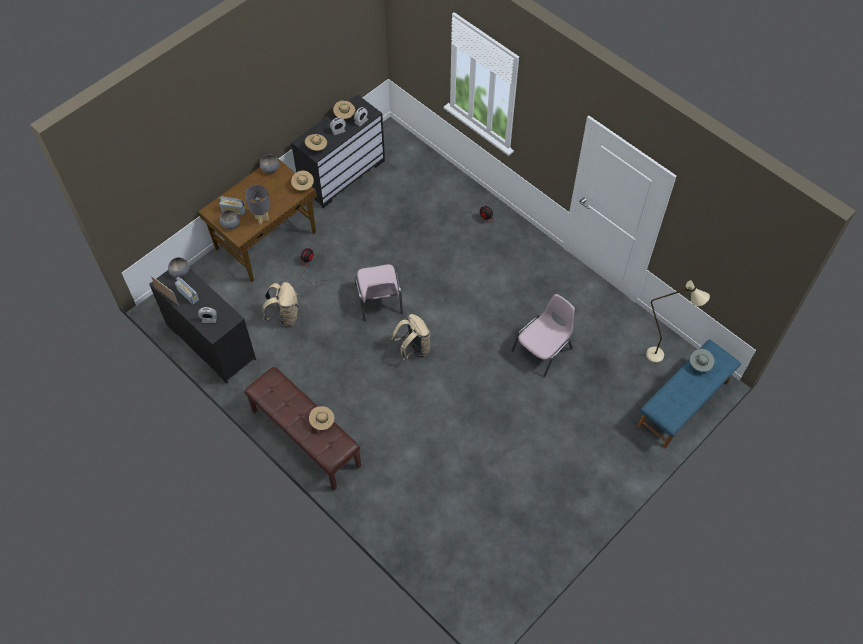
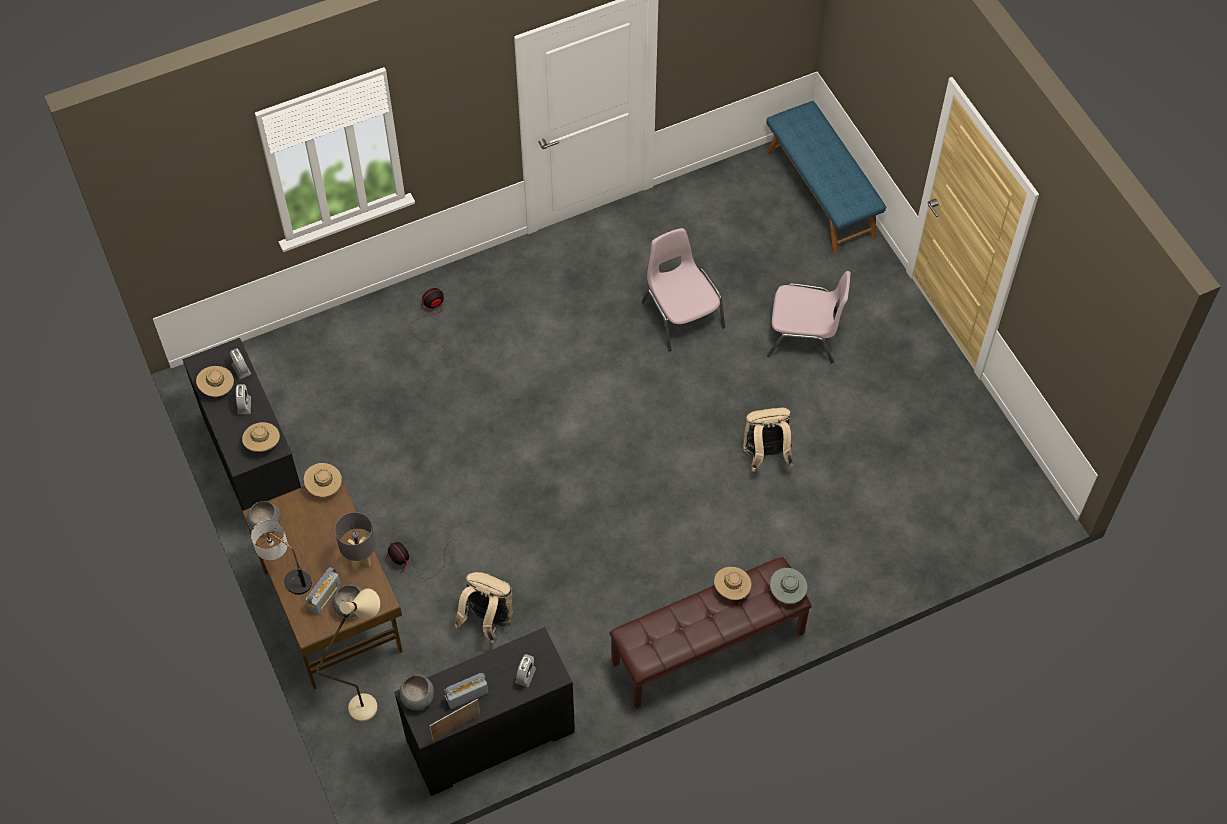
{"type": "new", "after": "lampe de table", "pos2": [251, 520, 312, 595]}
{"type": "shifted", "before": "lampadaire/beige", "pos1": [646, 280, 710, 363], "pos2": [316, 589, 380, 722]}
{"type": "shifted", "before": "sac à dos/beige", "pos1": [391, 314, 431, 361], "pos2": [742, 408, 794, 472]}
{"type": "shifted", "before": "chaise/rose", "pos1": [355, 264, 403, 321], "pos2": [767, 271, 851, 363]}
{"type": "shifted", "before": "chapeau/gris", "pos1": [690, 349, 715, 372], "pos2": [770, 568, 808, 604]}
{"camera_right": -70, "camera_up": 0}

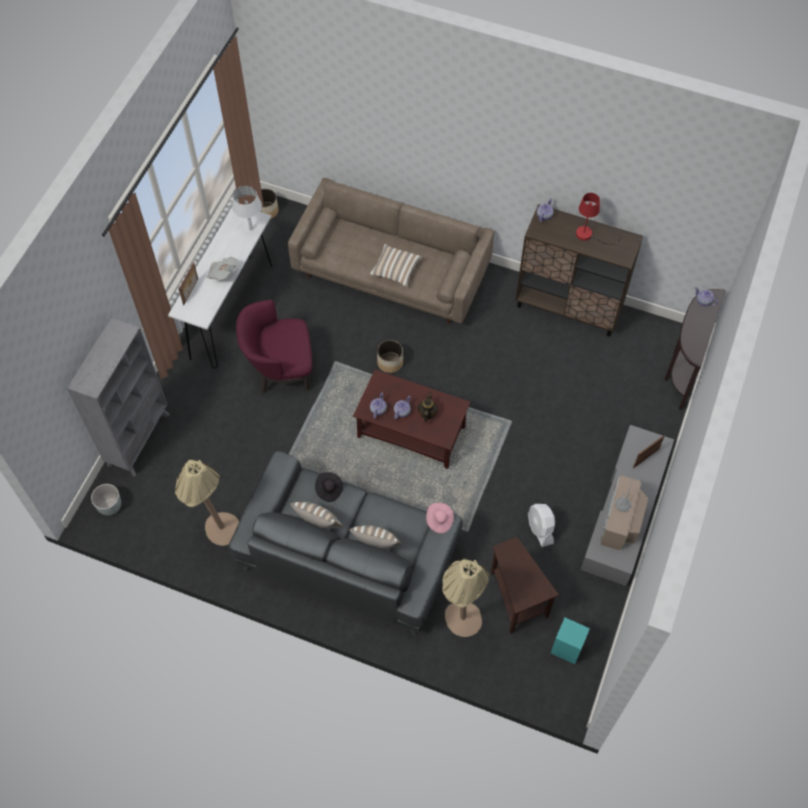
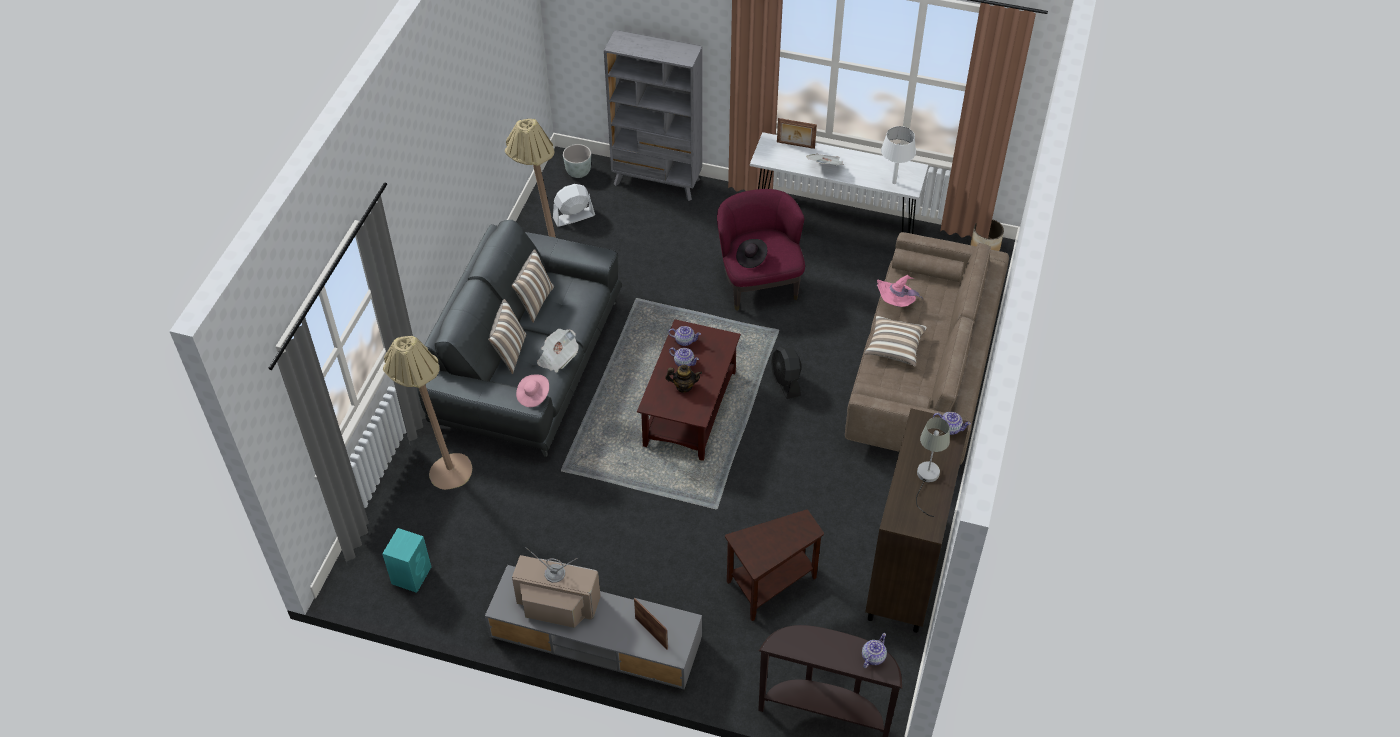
{"type": "new", "after": "journal", "pos2": [537, 329, 579, 372]}
{"type": "shifted", "before": "ventilateur/blanc", "pos1": [528, 504, 555, 547], "pos2": [553, 184, 595, 227]}
{"type": "shifted", "before": "table d'appoint/marron", "pos1": [491, 537, 559, 634], "pos2": [725, 509, 824, 621]}
{"type": "shifted", "before": "chapeau/noir", "pos1": [315, 472, 343, 502], "pos2": [736, 239, 767, 268]}
{"type": "swapped", "before": "cache-pot", "after": "ventilateur/noir", "pos1": [377, 340, 403, 373], "pos2": [771, 347, 801, 399]}
{"type": "new", "after": "chapeau/rose", "pos2": [877, 275, 923, 307]}
{"type": "repainted", "before": "lampe de table/rouge", "after": "lampe de table/gris", "pos1": [576, 193, 622, 245], "pos2": [916, 418, 950, 517]}
{"camera_right": 85, "camera_up": -10}

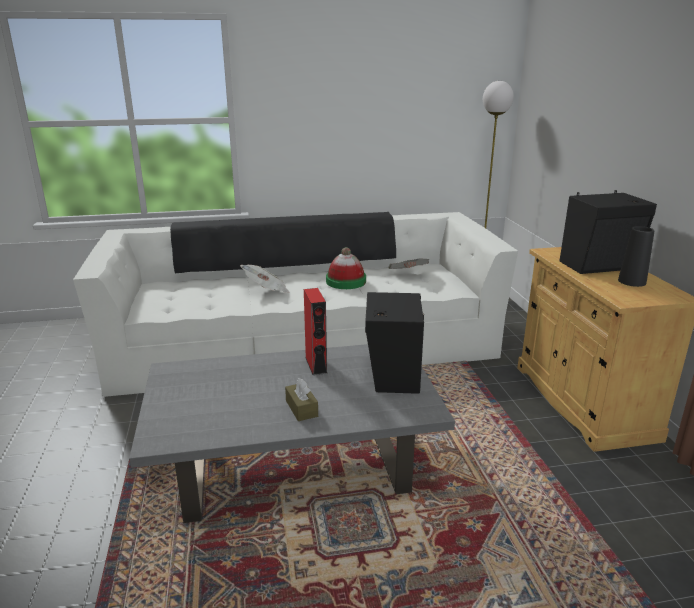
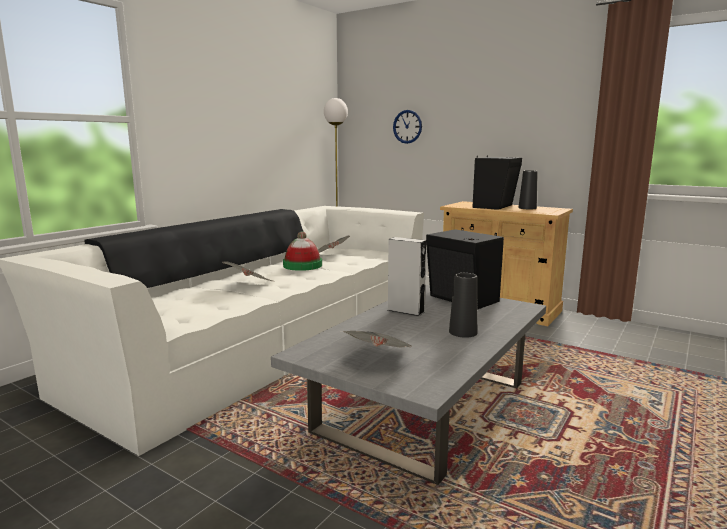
{"type": "new", "after": "journal", "pos2": [342, 331, 412, 347]}
{"type": "repainted", "before": "enceinte/rouge", "after": "enceinte/gris", "pos1": [304, 288, 327, 375], "pos2": [388, 237, 426, 316]}
{"type": "new", "after": "horloge murale", "pos2": [393, 110, 422, 144]}
{"type": "swapped", "before": "boîte à mouchoirs/marron", "after": "vase/noir", "pos1": [285, 378, 318, 421], "pos2": [449, 273, 477, 338]}
{"camera_right": -45, "camera_up": -10}

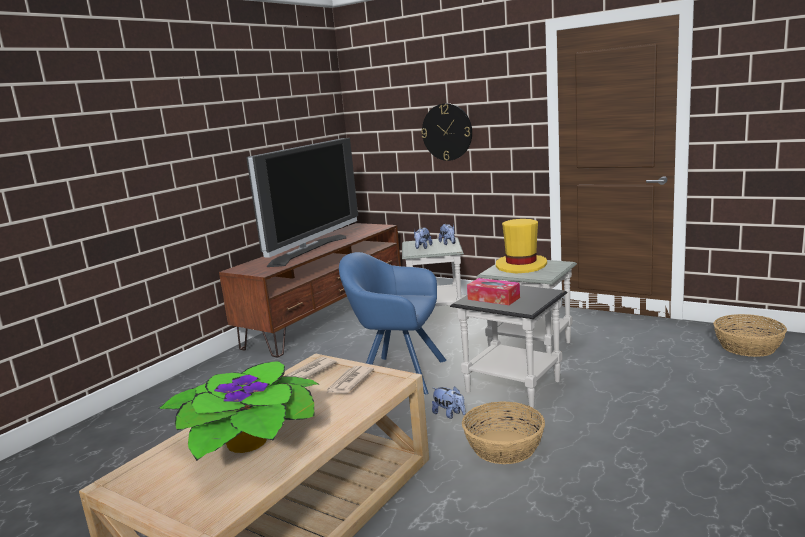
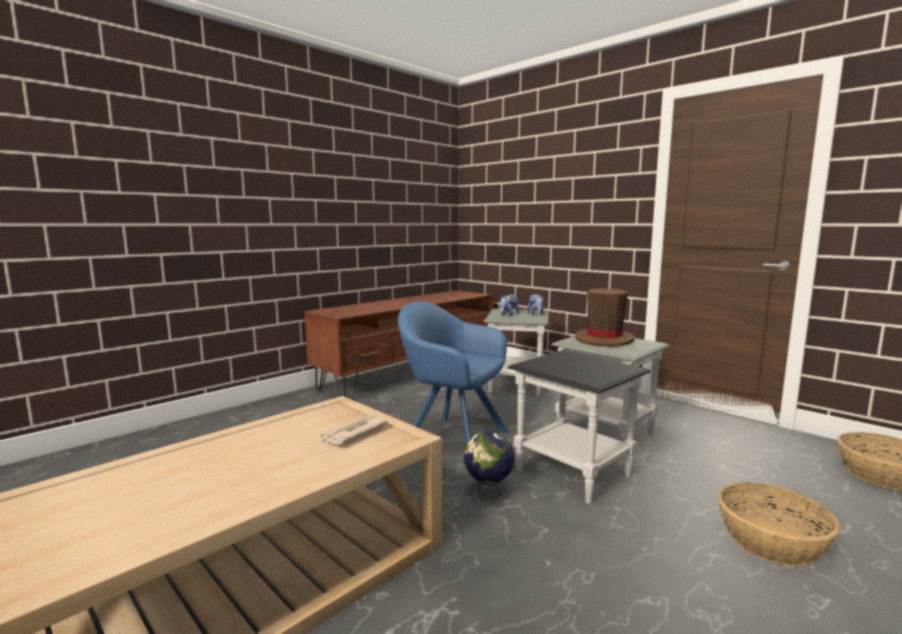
{"type": "swapped", "before": "peluche", "after": "globe", "pos1": [432, 387, 466, 419], "pos2": [464, 431, 515, 499]}
{"type": "repainted", "before": "chapeau/jaune", "after": "chapeau/marron", "pos1": [496, 219, 547, 273], "pos2": [575, 289, 634, 347]}
{"type": "shifted", "before": "panier", "pos1": [462, 401, 545, 464], "pos2": [718, 482, 840, 566]}
{"type": "gone", "before": "plante en pot", "pos1": [159, 361, 320, 461]}
{"type": "gone", "before": "téléviseur", "pos1": [246, 138, 358, 267]}
{"type": "gone", "before": "journal", "pos1": [285, 357, 337, 379]}
{"type": "gone", "before": "horloge murale", "pos1": [421, 103, 472, 161]}
{"type": "gone", "before": "boîte à mouchoirs", "pos1": [467, 278, 520, 305]}
{"camera_right": 10, "camera_up": -5}

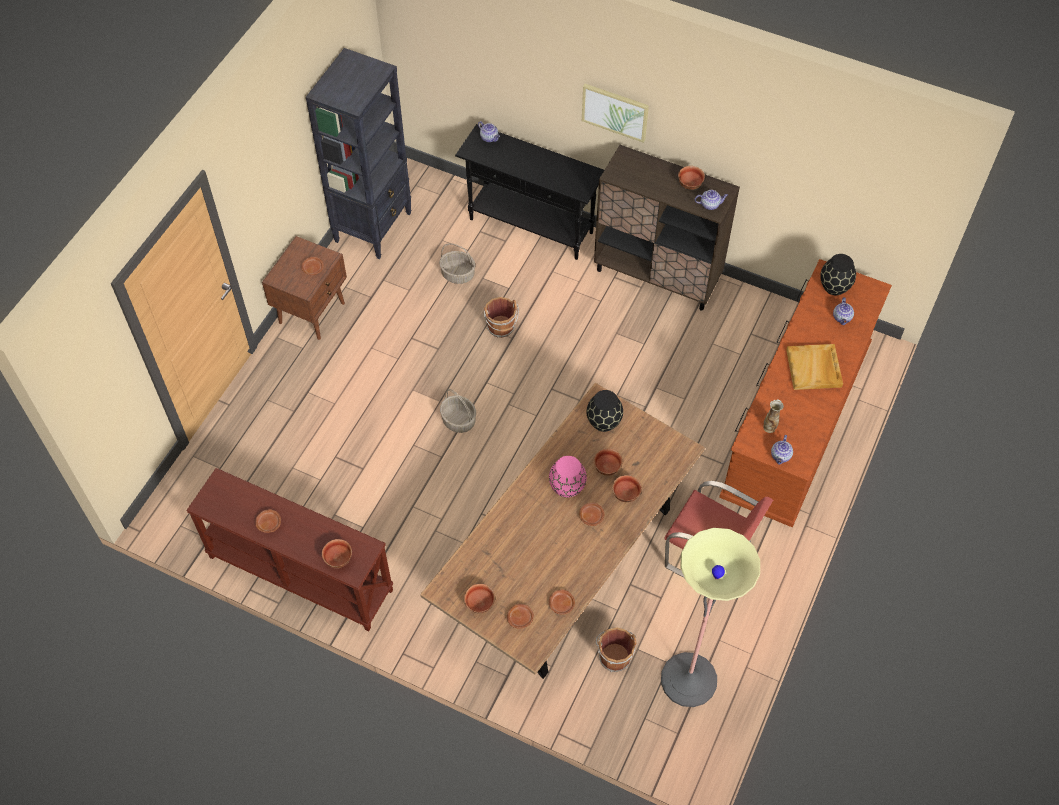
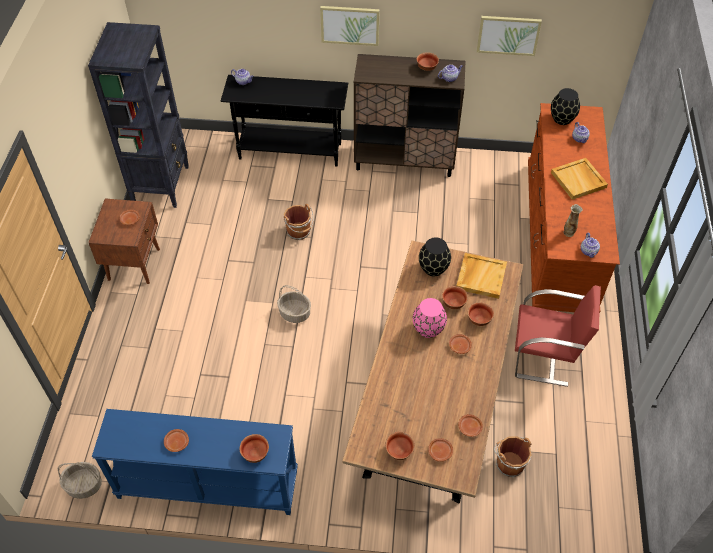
{"type": "shifted", "before": "panier", "pos1": [439, 243, 475, 284], "pos2": [58, 462, 102, 499]}
{"type": "repainted", "before": "table console/marron", "after": "table console/bleu", "pos1": [186, 468, 394, 631], "pos2": [92, 409, 298, 515]}
{"type": "new", "after": "plateau/beige", "pos2": [456, 253, 507, 299]}
{"type": "new", "after": "tableau", "pos2": [477, 16, 542, 56]}
{"type": "gone", "before": "lampadaire", "pos1": [661, 528, 760, 707]}
{"camera_right": -20, "camera_up": -5}

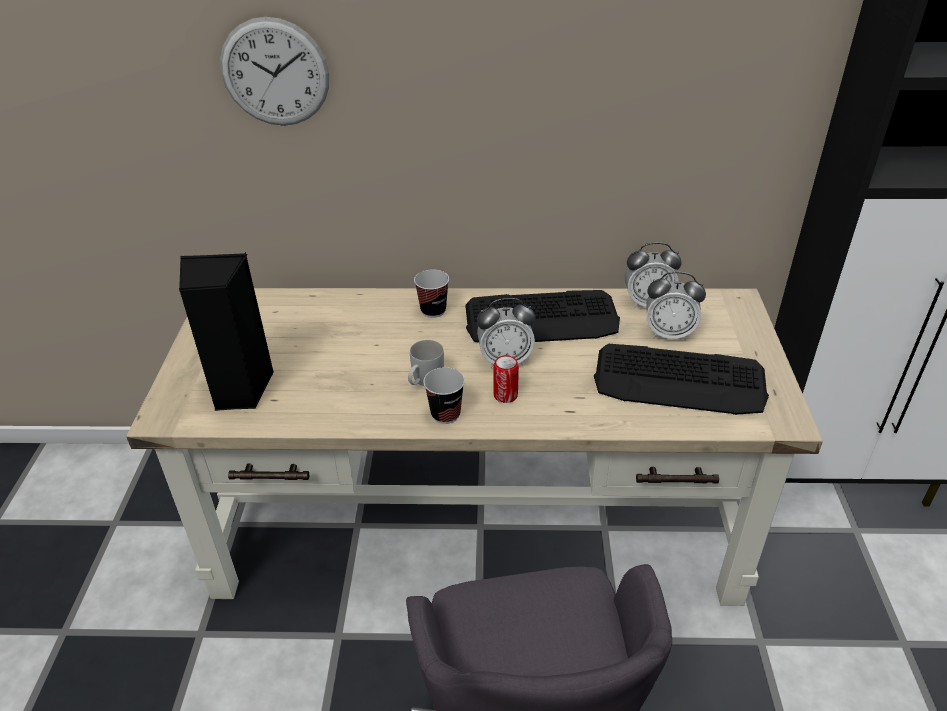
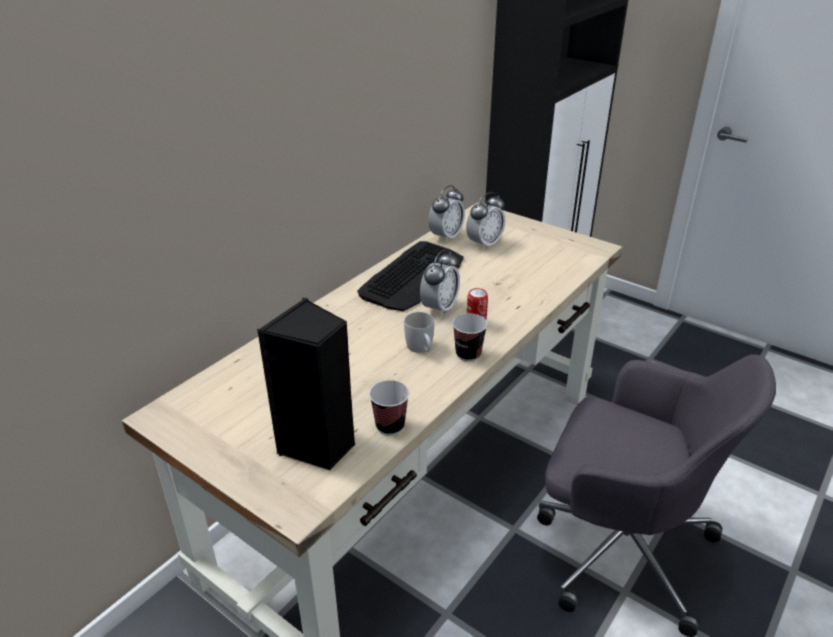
{"type": "shifted", "before": "tasse", "pos1": [414, 269, 449, 318], "pos2": [369, 380, 409, 435]}
{"type": "gone", "before": "horloge murale", "pos1": [220, 17, 329, 126]}
{"type": "gone", "before": "clavier", "pos1": [594, 344, 769, 415]}
{"camera_right": -55, "camera_up": -5}

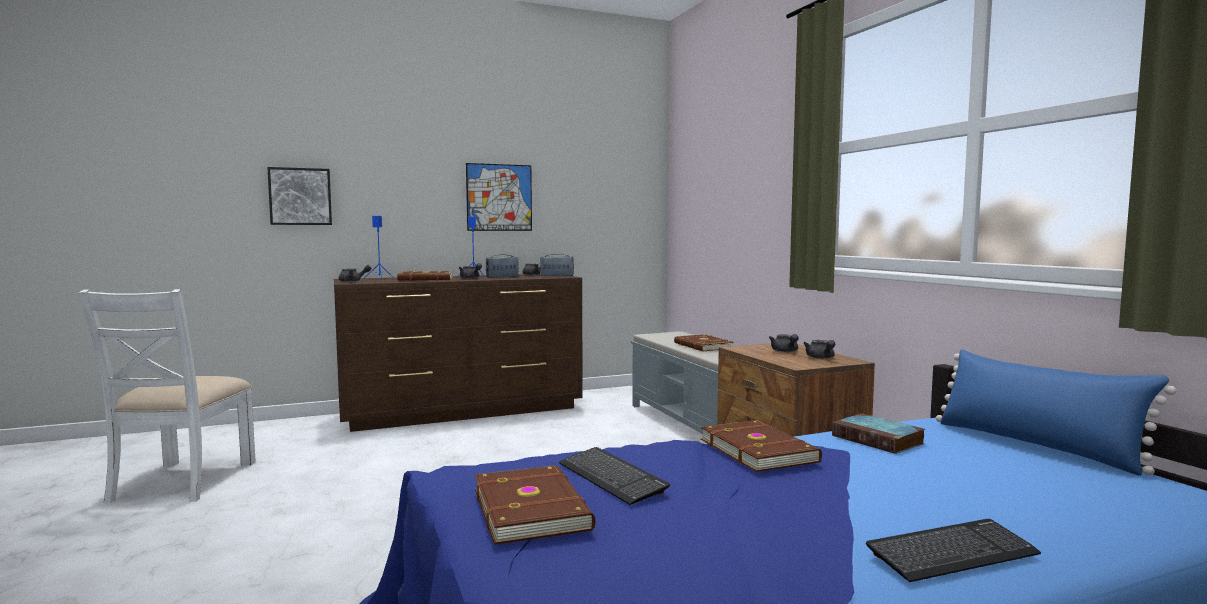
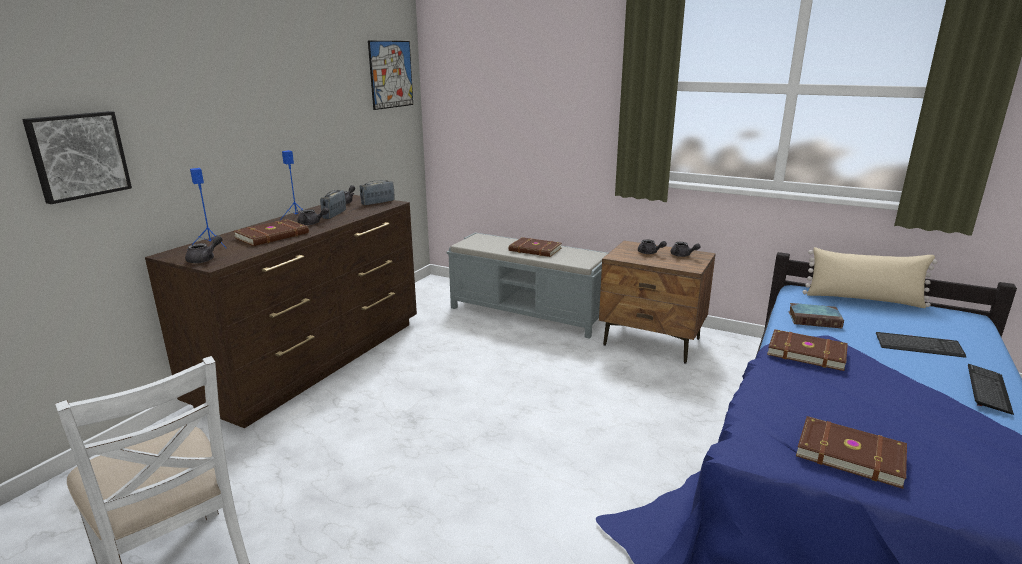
{"type": "shifted", "before": "tableau", "pos1": [466, 163, 532, 231], "pos2": [368, 41, 413, 110]}
{"type": "repainted", "before": "coussin/bleu", "after": "coussin/beige", "pos1": [936, 349, 1177, 476], "pos2": [803, 247, 937, 308]}
{"type": "shifted", "before": "clavier", "pos1": [559, 447, 670, 505], "pos2": [876, 332, 966, 358]}
{"camera_right": -40, "camera_up": 15}

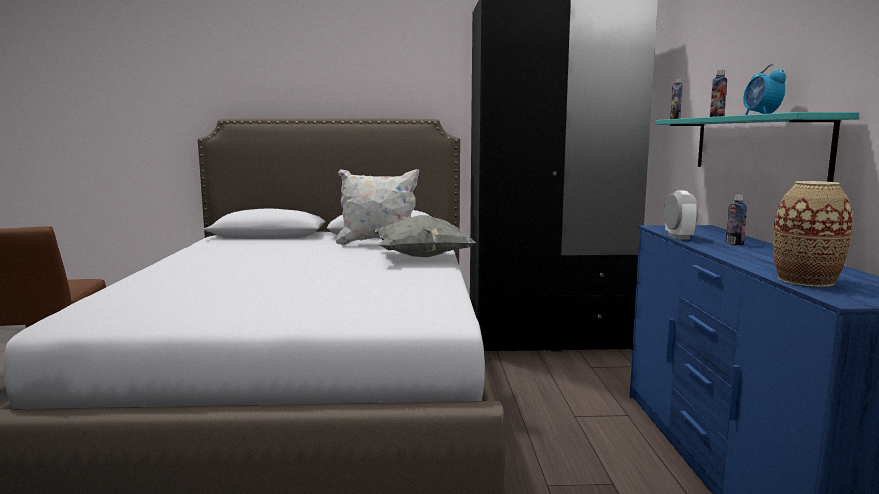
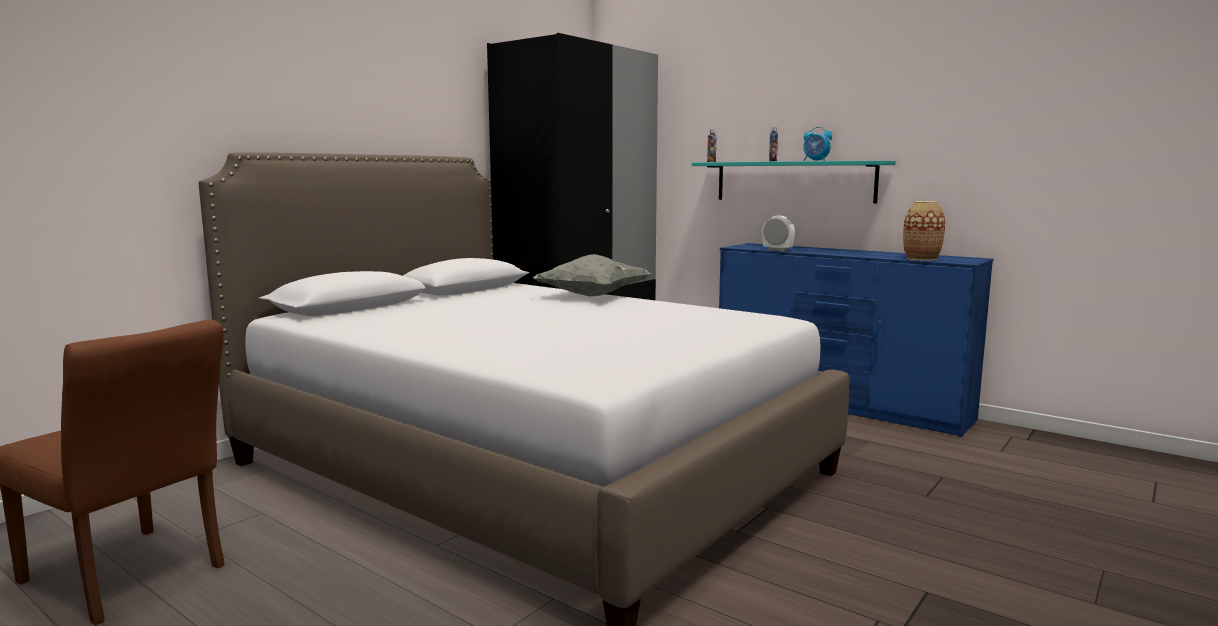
{"type": "gone", "before": "coussin/blanc", "pos1": [336, 169, 419, 245]}
{"type": "gone", "before": "bouteille", "pos1": [726, 195, 747, 245]}
{"camera_right": -50, "camera_up": 0}

